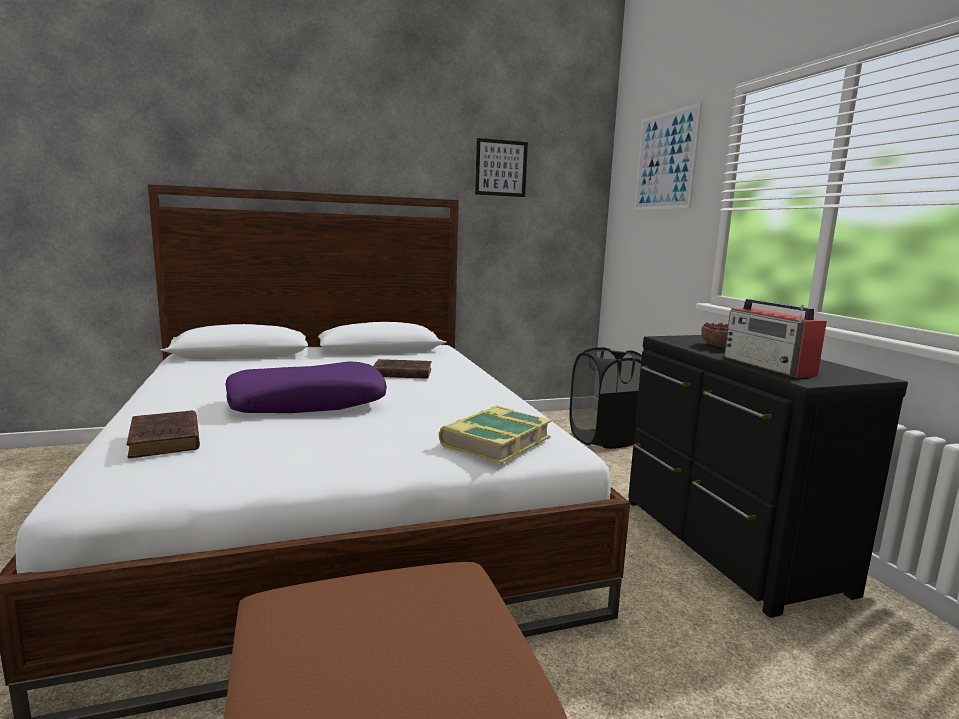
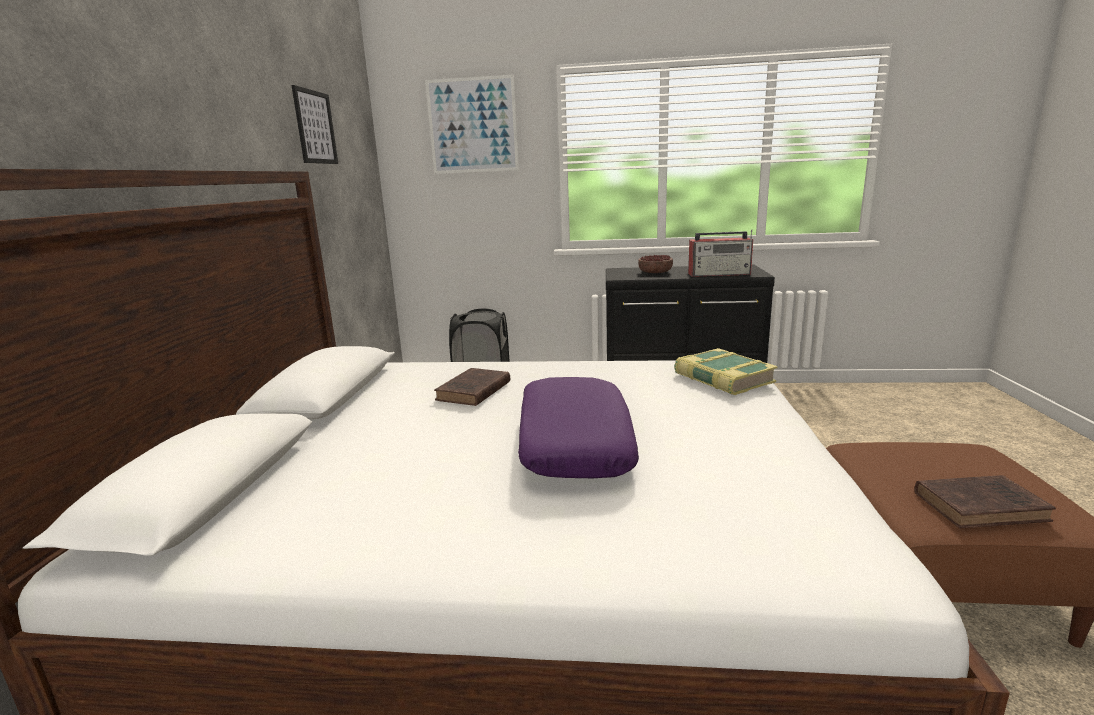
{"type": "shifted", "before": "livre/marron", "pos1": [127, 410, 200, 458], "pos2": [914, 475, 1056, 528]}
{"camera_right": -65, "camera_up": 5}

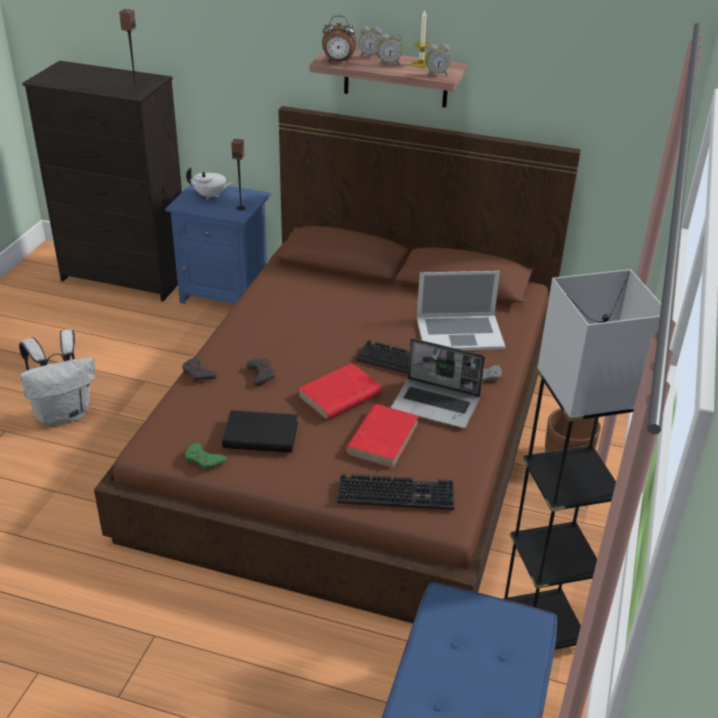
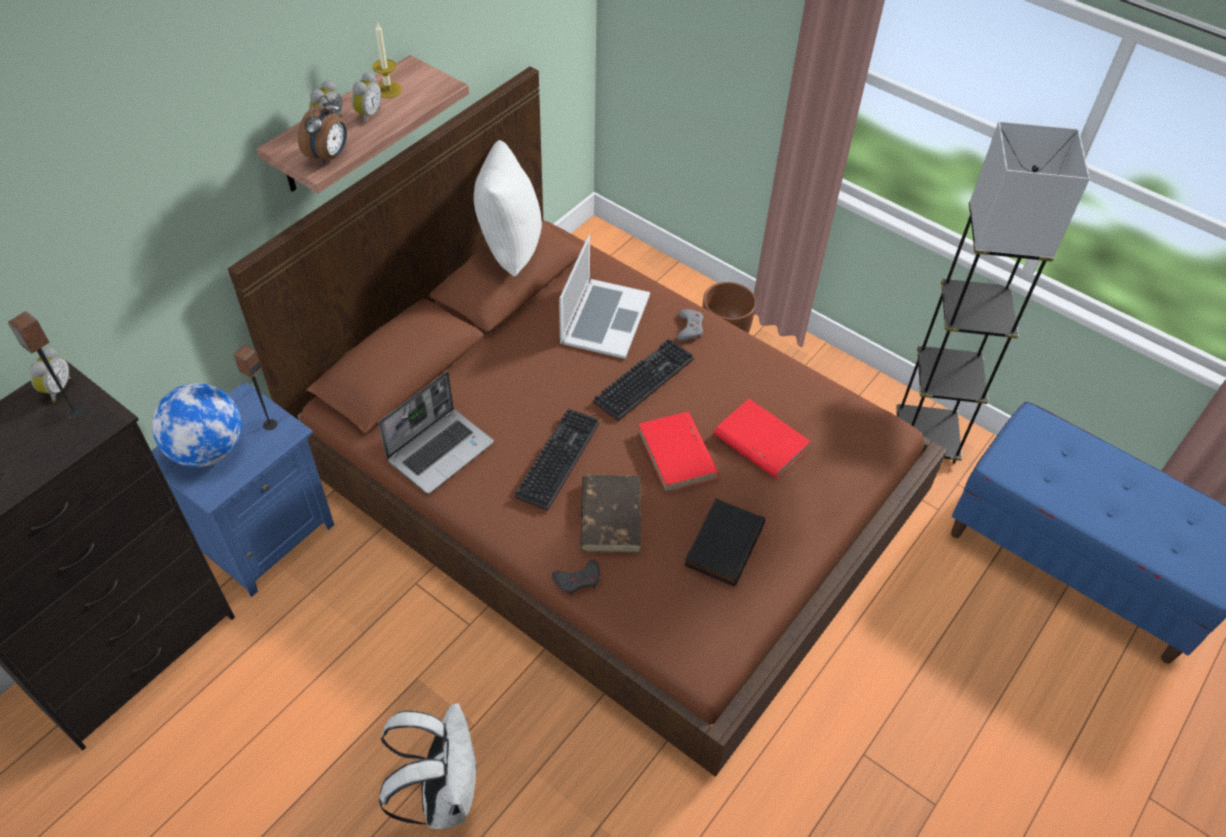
{"type": "shifted", "before": "réveil", "pos1": [425, 44, 451, 76], "pos2": [29, 347, 71, 402]}
{"type": "swapped", "before": "théière/blanc", "after": "globe", "pos1": [186, 167, 234, 200], "pos2": [152, 383, 242, 467]}
{"type": "shifted", "before": "ordinateur portable", "pos1": [391, 338, 485, 428], "pos2": [378, 371, 494, 494]}
{"type": "new", "after": "coussin/blanc", "pos2": [474, 140, 542, 277]}
{"type": "shifted", "before": "clavier", "pos1": [337, 473, 455, 510], "pos2": [515, 408, 600, 511]}
{"type": "swapped", "before": "manette/gris", "after": "livre/marron", "pos1": [246, 359, 275, 386], "pos2": [580, 475, 641, 553]}
{"type": "gone", "before": "manette/vert", "pos1": [185, 443, 226, 471]}
{"camera_right": -70, "camera_up": 15}

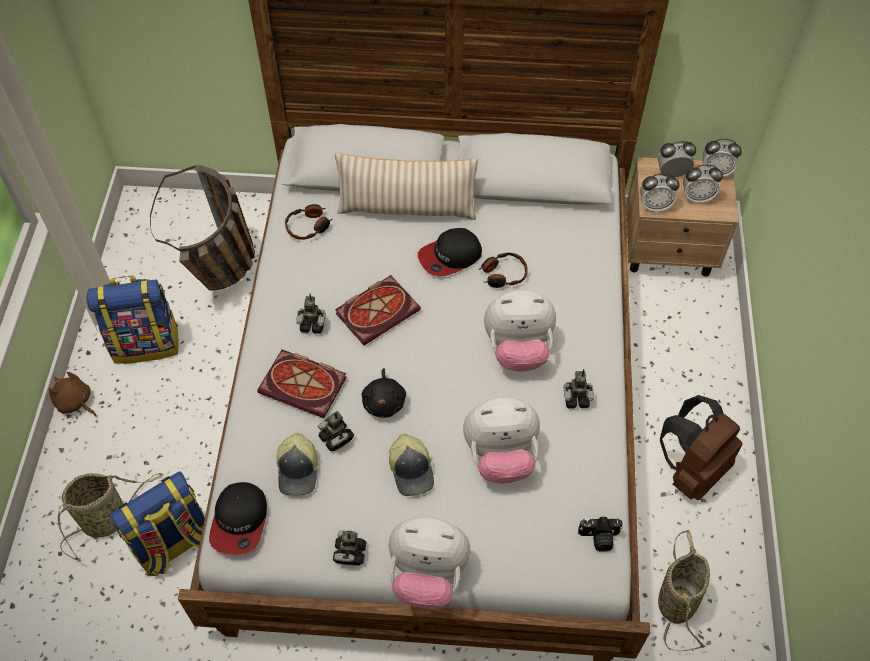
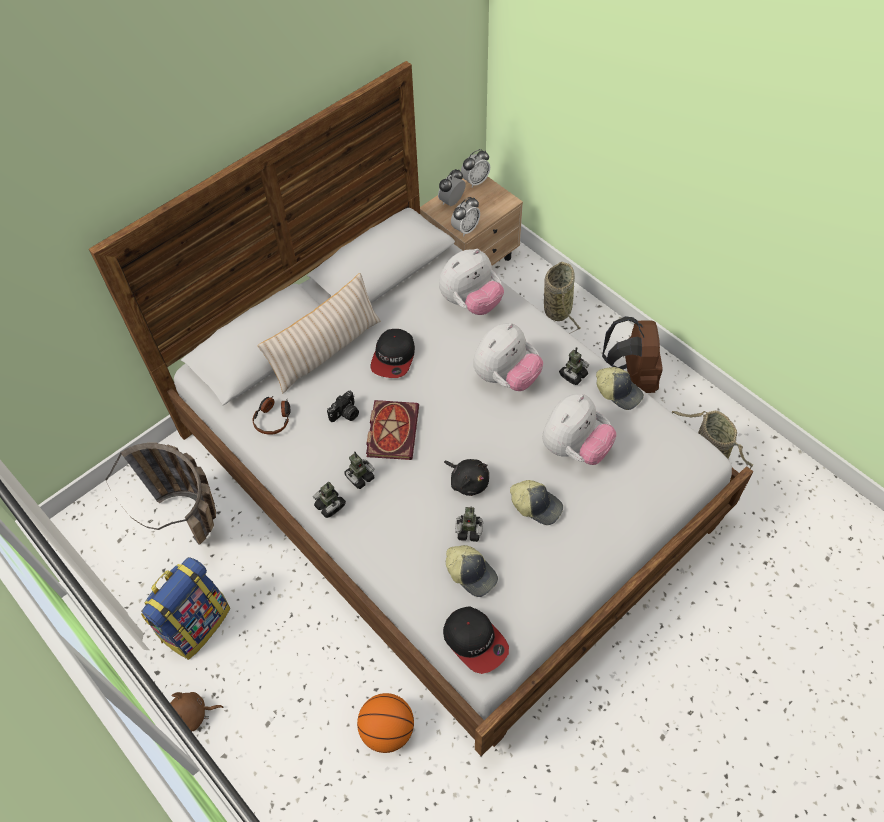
{"type": "shifted", "before": "robot jouet", "pos1": [333, 530, 366, 565], "pos2": [313, 482, 346, 518]}
{"type": "shifted", "before": "appareil photo", "pos1": [578, 517, 623, 552], "pos2": [327, 391, 359, 422]}
{"type": "swapped", "before": "sac à dos", "after": "ballon de basket", "pos1": [109, 472, 205, 576], "pos2": [357, 693, 414, 753]}
{"type": "shifted", "before": "peluche", "pos1": [389, 516, 470, 609], "pos2": [439, 249, 504, 315]}
{"type": "shifted", "before": "panier", "pos1": [58, 473, 164, 562], "pos2": [544, 262, 581, 333]}
{"type": "new", "after": "casquette", "pos2": [596, 367, 644, 410]}
{"type": "gone", "before": "livre", "pos1": [257, 349, 347, 418]}
{"type": "gone", "before": "casque audio", "pos1": [478, 252, 528, 288]}
{"type": "gone", "before": "réveil", "pos1": [683, 165, 723, 203]}
{"camera_right": -45, "camera_up": 0}

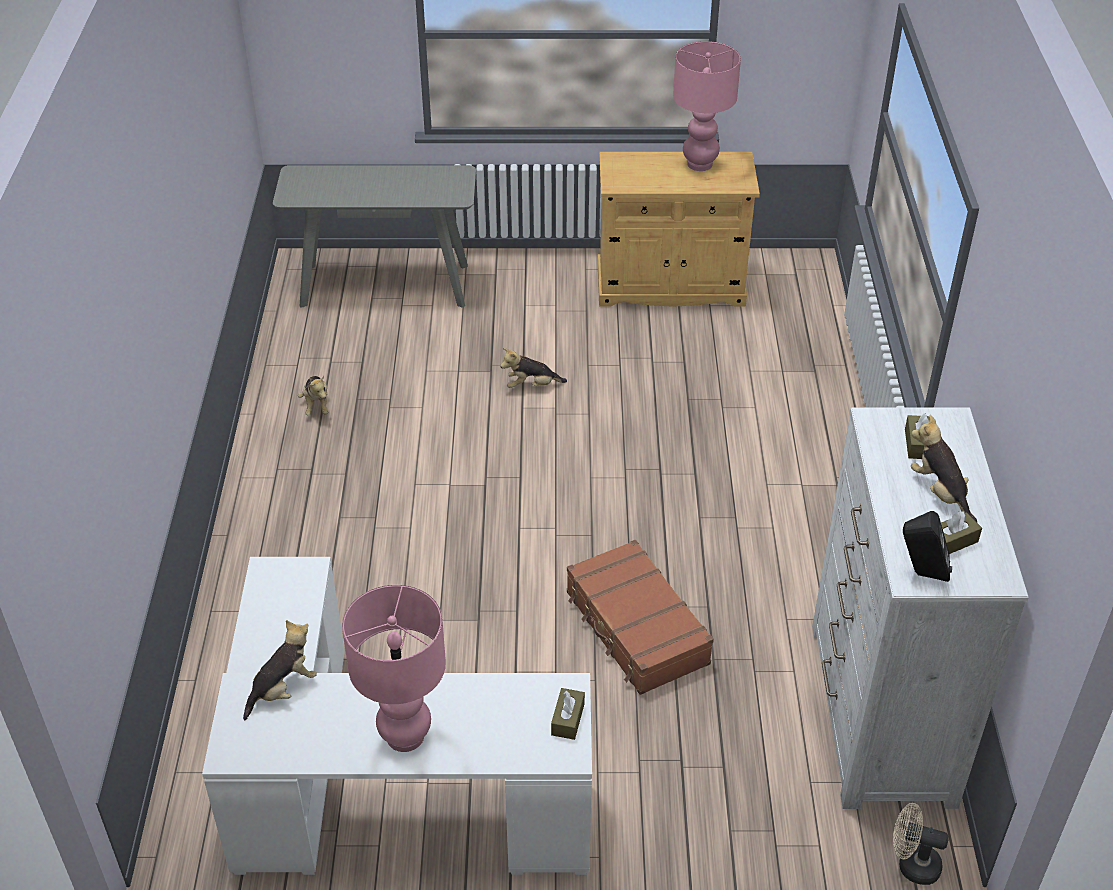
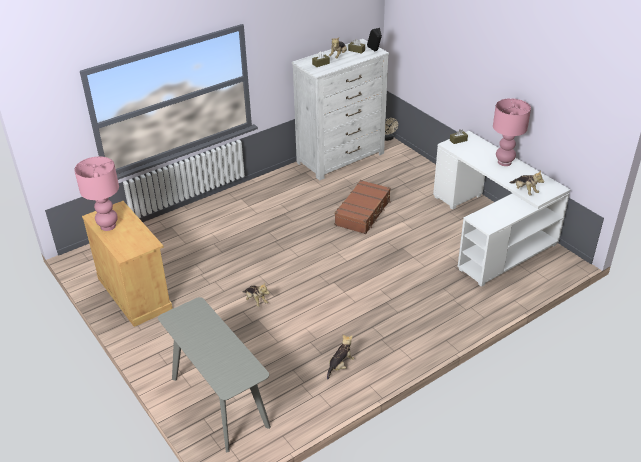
{"type": "rotated", "before": "peluche", "pos1": [243, 620, 317, 720], "pos2": [509, 171, 544, 195], "turn": -135}
{"camera_right": -125, "camera_up": -5}

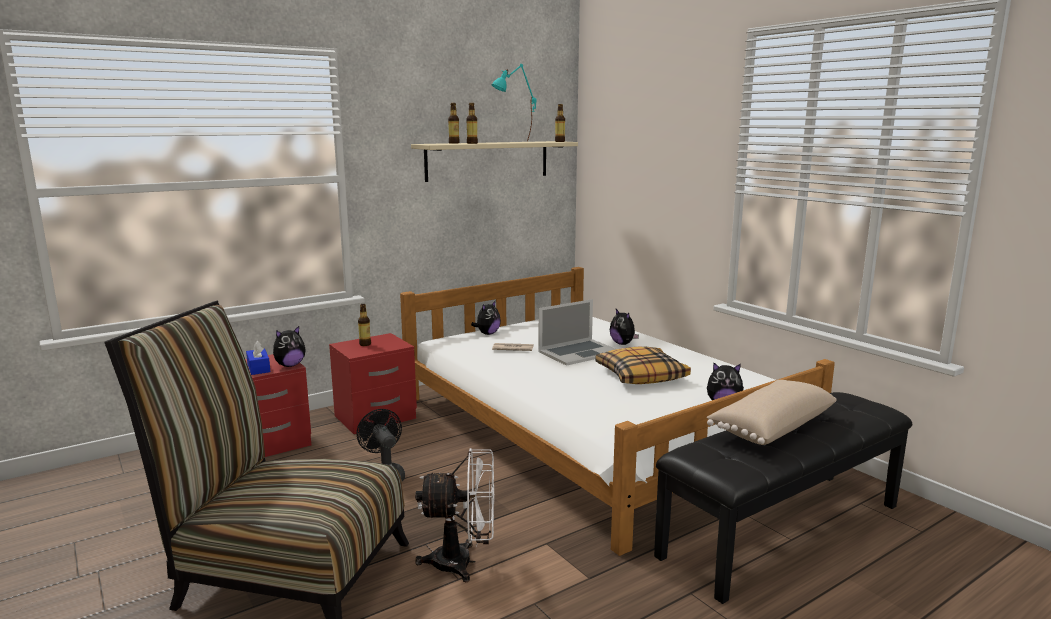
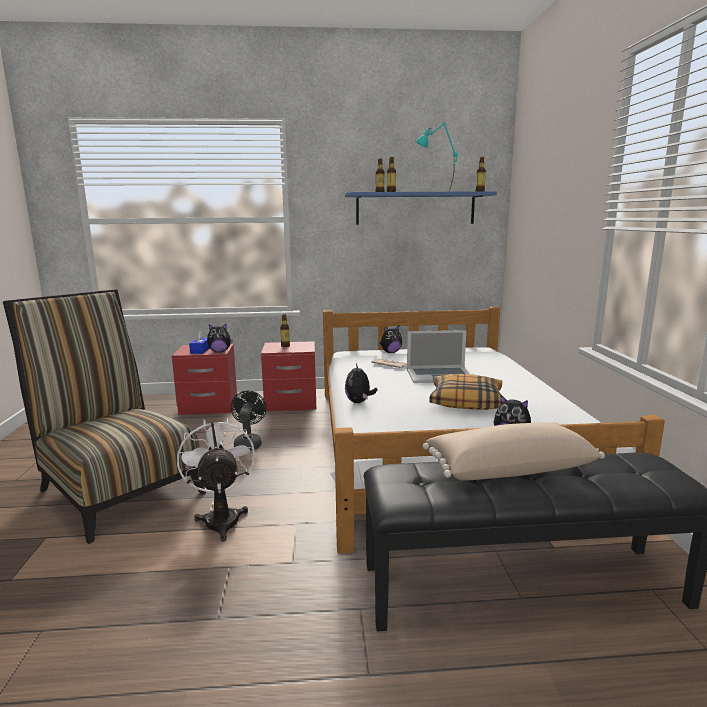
{"type": "rotated", "before": "ventilateur/blanc", "pos1": [415, 448, 494, 582], "pos2": [177, 418, 255, 542], "turn": -135}
{"type": "repainted", "before": "étagère/beige", "after": "étagère/bleu", "pos1": [411, 141, 578, 182], "pos2": [345, 191, 497, 225]}
{"type": "shifted", "before": "peluche", "pos1": [610, 309, 639, 345], "pos2": [345, 363, 377, 403]}
{"camera_right": 30, "camera_up": 0}

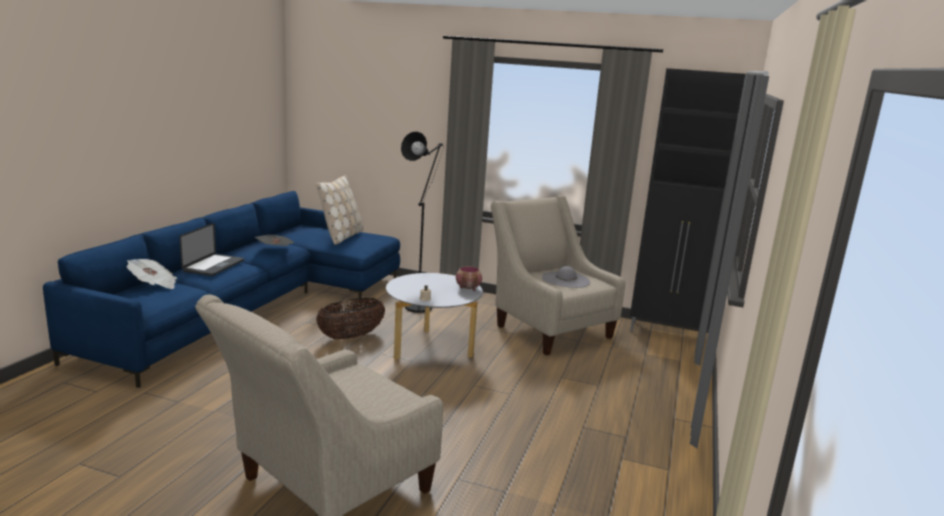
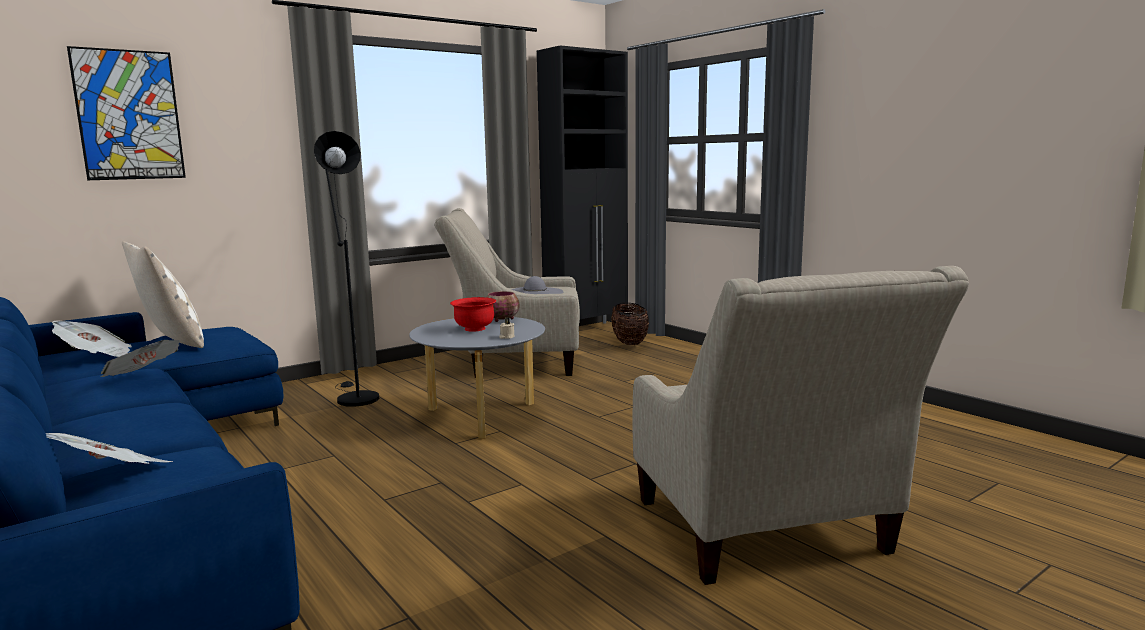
{"type": "new", "after": "journal", "pos2": [52, 321, 132, 357]}
{"type": "new", "after": "tableau", "pos2": [67, 46, 186, 180]}
{"type": "new", "after": "bol/rouge", "pos2": [450, 297, 496, 332]}
{"type": "shifted", "before": "panier", "pos1": [316, 298, 385, 339], "pos2": [611, 303, 649, 345]}
{"type": "gone", "before": "ordinateur portable", "pos1": [179, 223, 244, 276]}
{"camera_right": -55, "camera_up": -5}

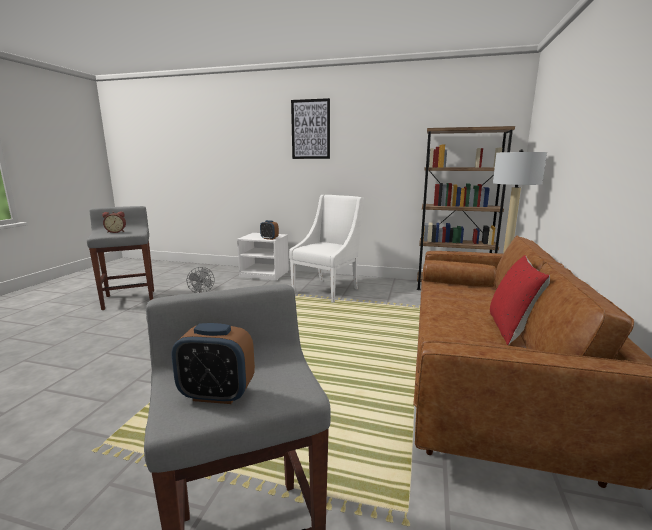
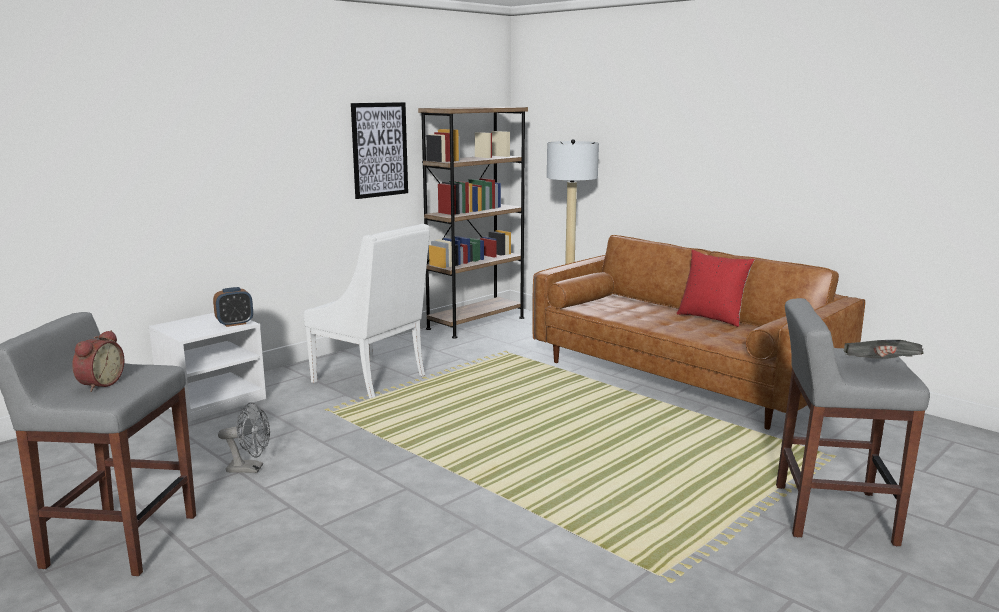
{"type": "rotated", "before": "fauteuil/blanc", "pos1": [289, 195, 364, 303], "pos2": [304, 224, 430, 398], "turn": 150}
{"type": "shifted", "before": "tableau", "pos1": [291, 98, 330, 159], "pos2": [351, 102, 408, 199]}
{"type": "swapped", "before": "réveil", "after": "journal", "pos1": [172, 323, 255, 404], "pos2": [844, 340, 924, 359]}
{"camera_right": -60, "camera_up": 0}

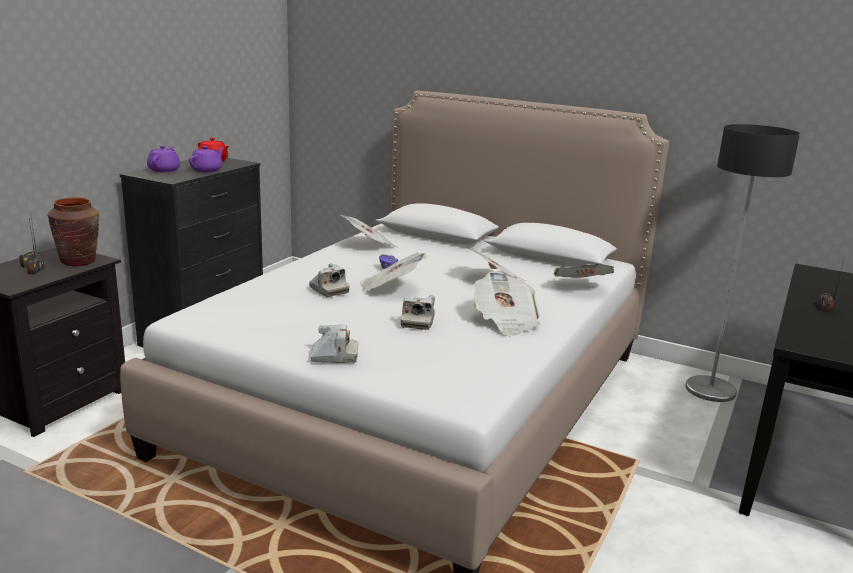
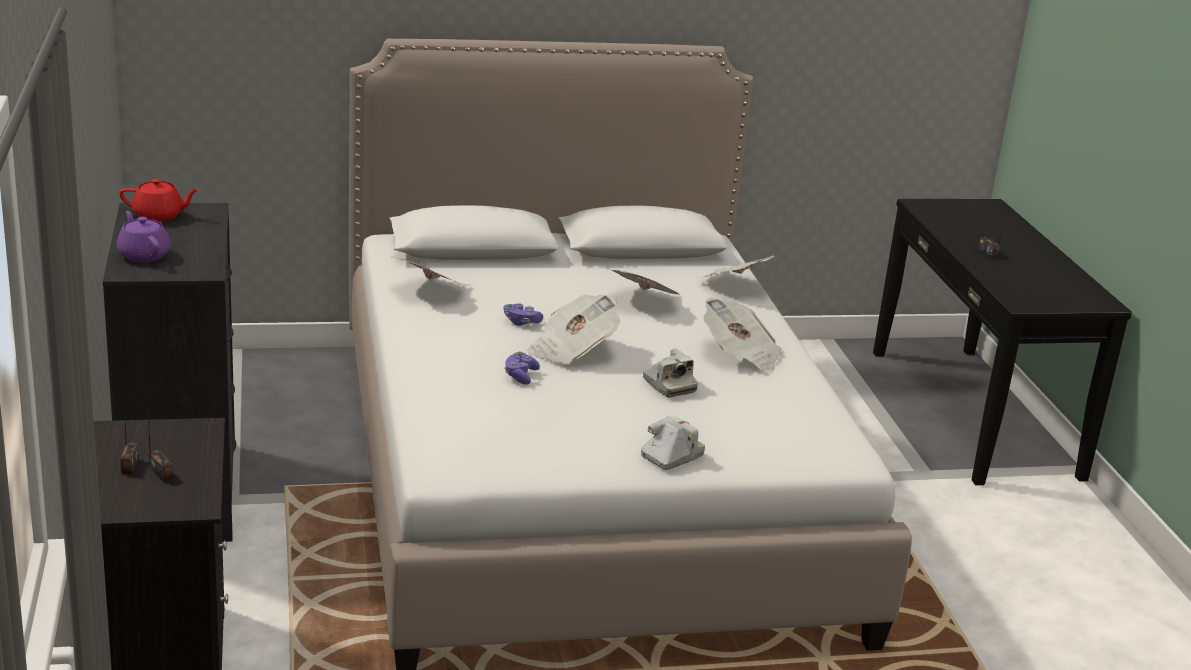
{"type": "swapped", "before": "appareil photo", "after": "manette/violet", "pos1": [309, 263, 350, 297], "pos2": [504, 352, 540, 385]}
{"type": "gone", "before": "vase/marron", "pos1": [48, 197, 99, 266]}
{"type": "gone", "before": "théière/violet", "pos1": [189, 146, 224, 172]}
{"type": "gone", "before": "lampadaire", "pos1": [685, 124, 800, 402]}
{"camera_right": -40, "camera_up": 5}

